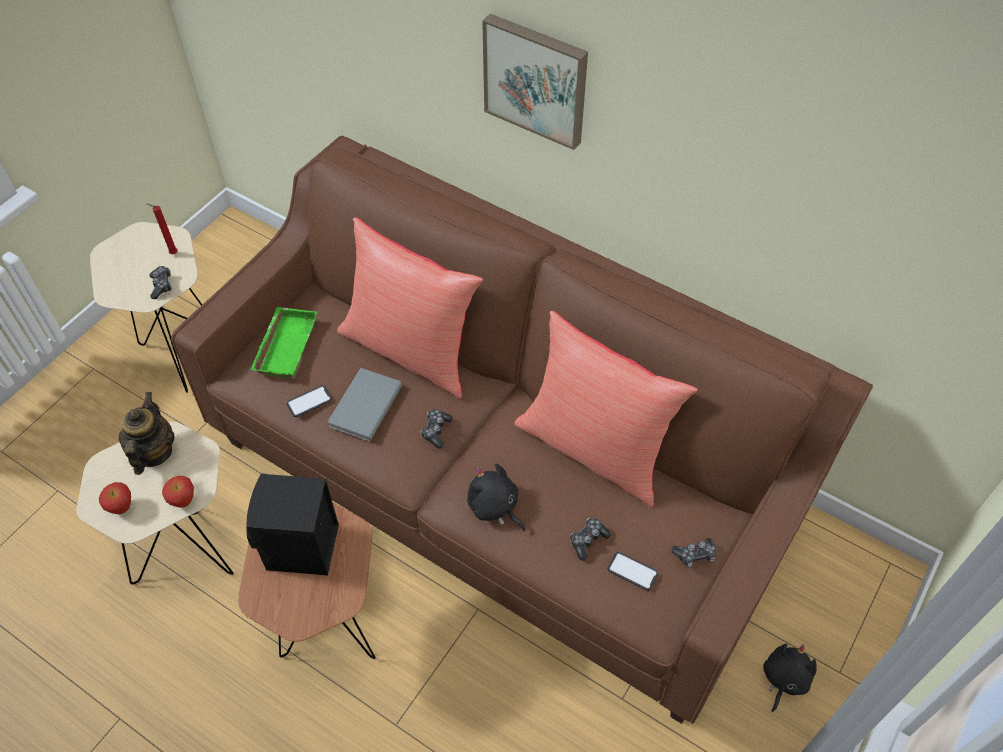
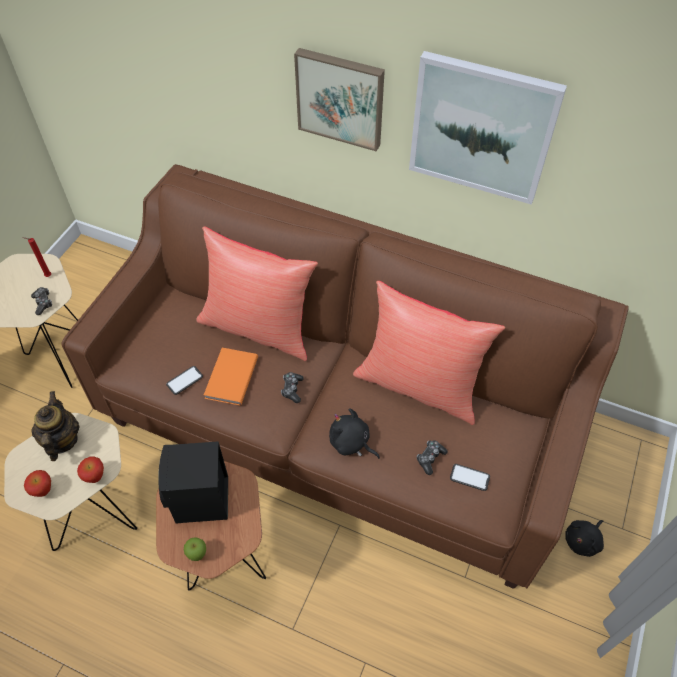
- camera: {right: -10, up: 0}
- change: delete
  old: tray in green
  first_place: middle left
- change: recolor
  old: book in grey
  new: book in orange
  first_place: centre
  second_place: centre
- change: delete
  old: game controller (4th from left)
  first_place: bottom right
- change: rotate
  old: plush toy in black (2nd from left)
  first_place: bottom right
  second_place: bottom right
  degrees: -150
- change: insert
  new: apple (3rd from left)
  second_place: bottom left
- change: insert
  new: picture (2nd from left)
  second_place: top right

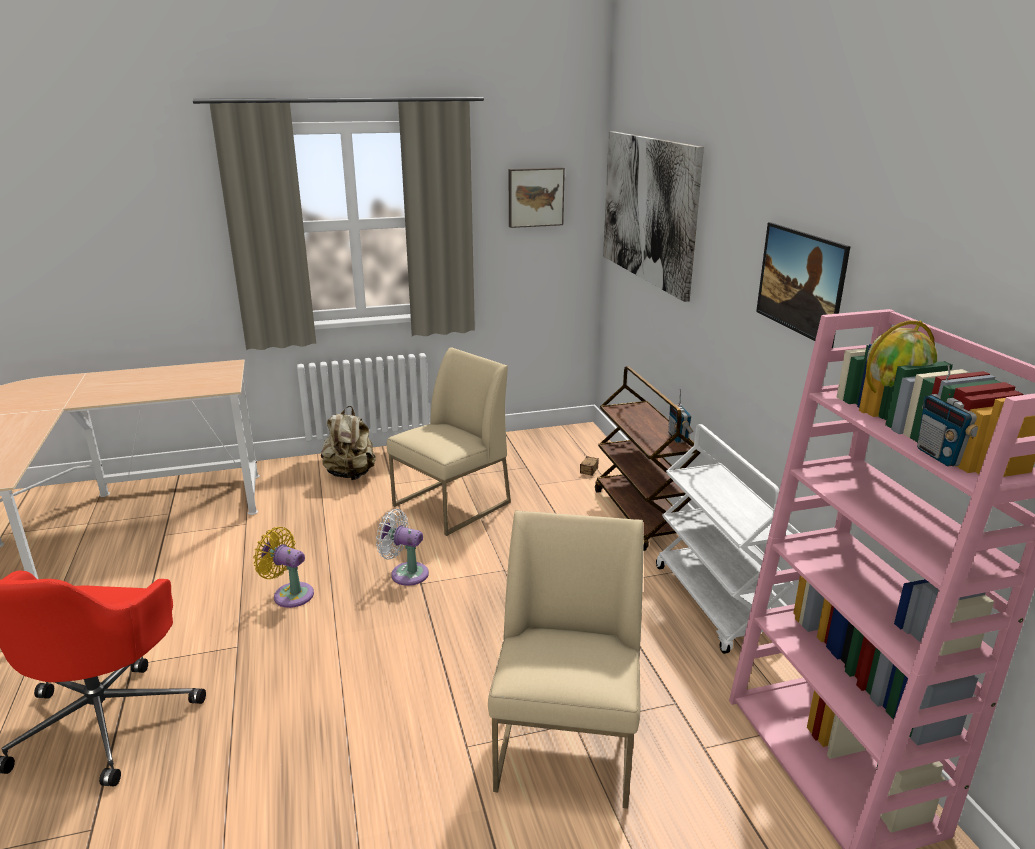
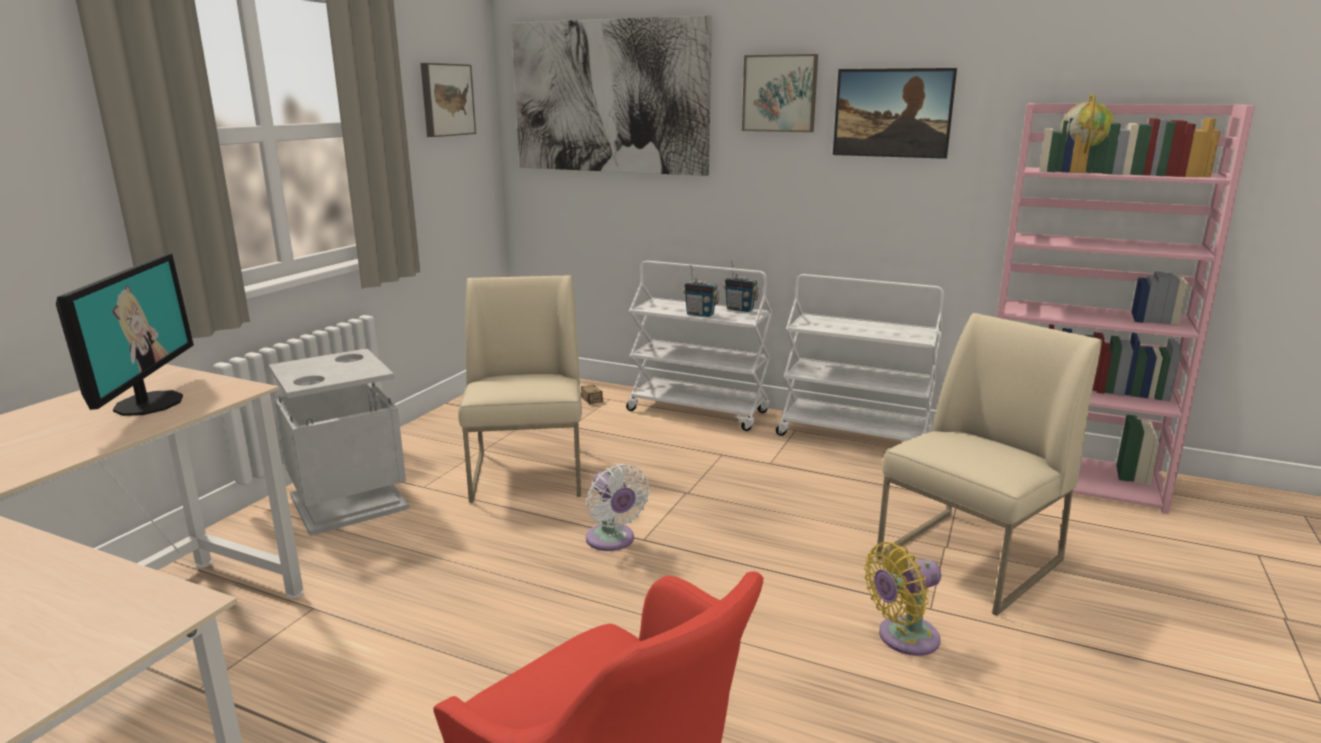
- camera: {right: -50, up: -5}
- change: move
  old: fan in yellow
  first_place: bottom left
  second_place: bottom right
- change: replace
  old: backpack in beige
  new: trash can in grey
  first_place: centre
  second_place: middle left
- change: rotate
  old: fan in white
  first_place: centre
  second_place: bottom centre
  degrees: -90
- change: rotate
  old: chair in beige (2nd from left)
  first_place: bottom centre
  second_place: middle right
  degrees: 90
- change: recolor
  old: cart in brown
  new: cart in white (1st from left)
  first_place: centre
  second_place: centre
- change: move
  old: radio (2nd from left in the first image)
  new: radio (1st from left)
  first_place: middle right
  second_place: centre
- change: insert
  new: monitor
  second_place: middle left
- change: insert
  new: picture (3rd from left)
  second_place: top centre

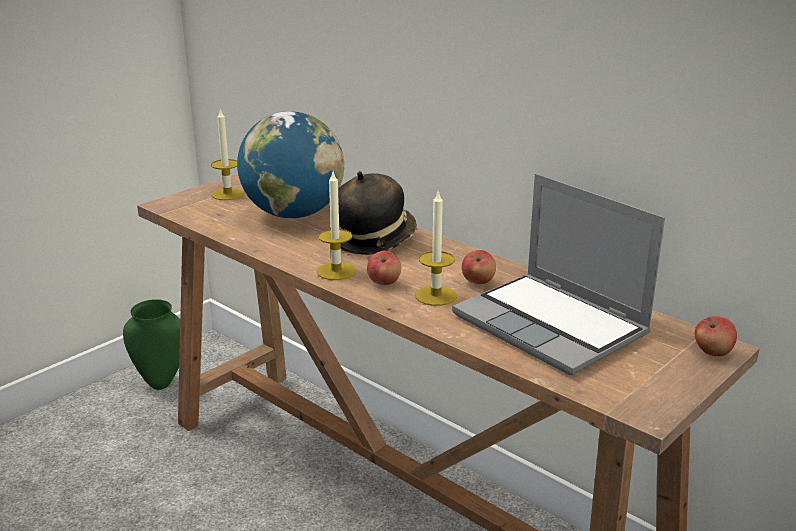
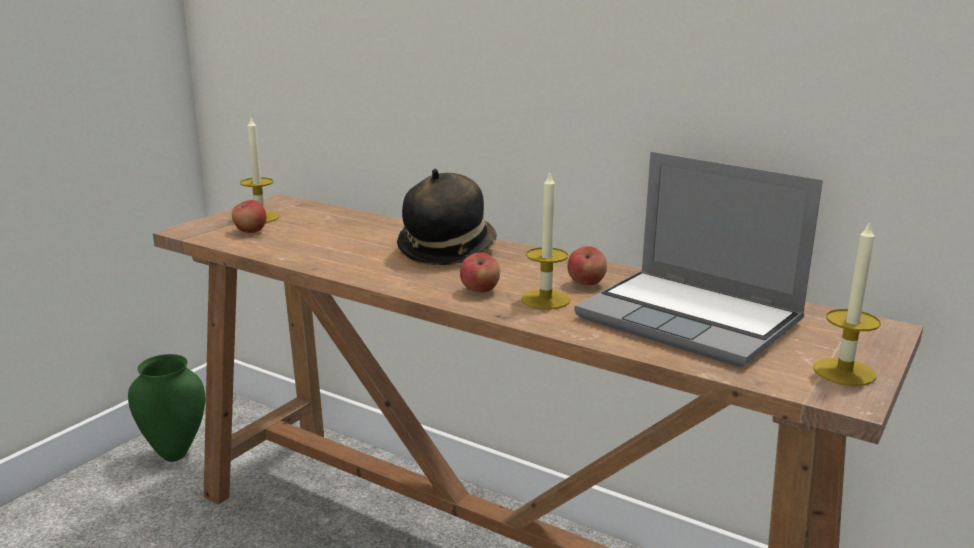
- camera: {right: -10, up: -5}
- change: delete
  old: globe
  first_place: top centre
- change: move
  old: candle (2nd from left in the first image)
  new: candle (3rd from left)
  first_place: centre
  second_place: middle right
- change: move
  old: apple (3rd from left in the first image)
  new: apple (1st from left)
  first_place: middle right
  second_place: middle left

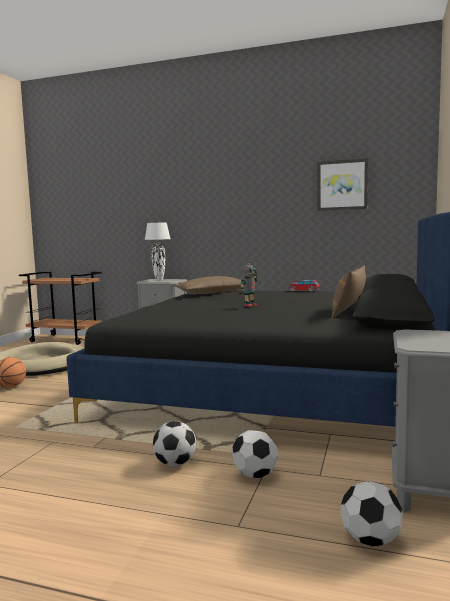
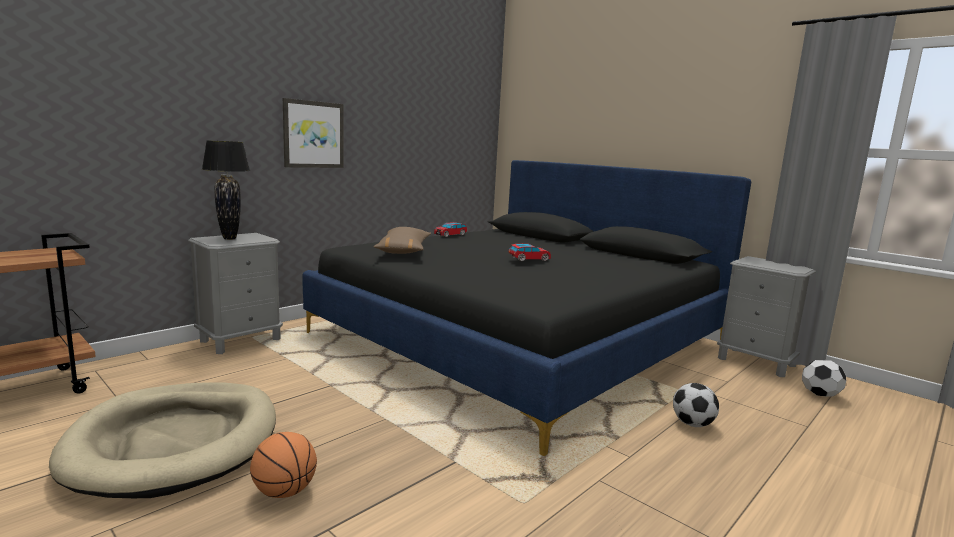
- camera: {right: -65, up: 5}
- change: recolor
  old: table lamp in white
  new: table lamp in black
  first_place: centre
  second_place: middle left
- change: delete
  old: football (2nd from left)
  first_place: bottom centre
- change: replace
  old: toy robot
  new: toy car (2nd from left)
  first_place: centre
  second_place: centre
- change: move
  old: picture
  first_place: top right
  second_place: top left
- change: delete
  old: pillow in brown (2nd from left)
  first_place: middle right

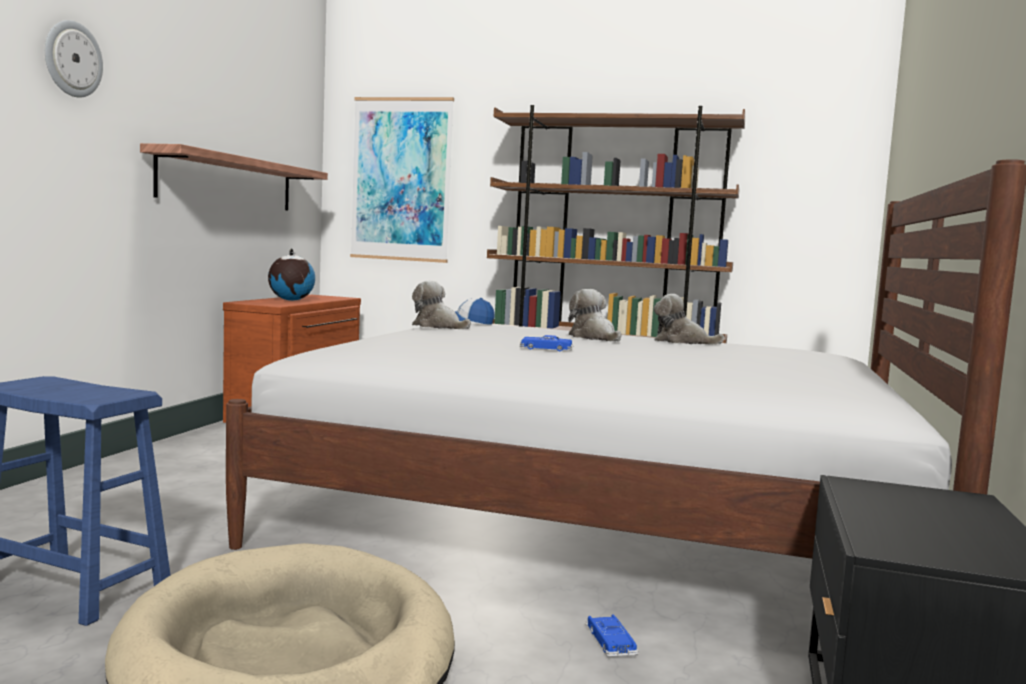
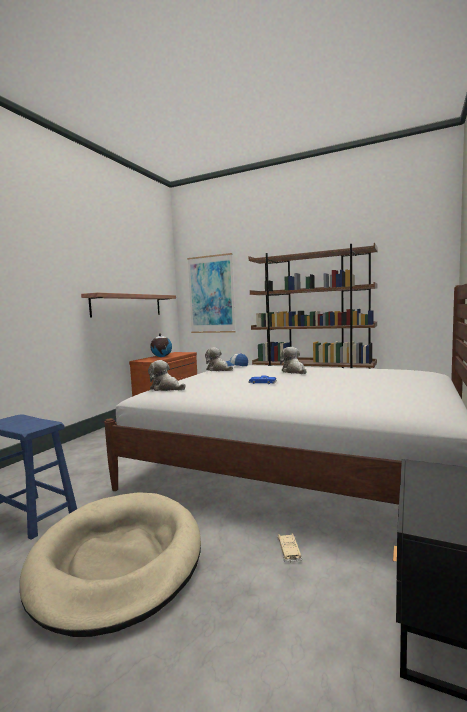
- camera: {right: 10, up: 0}
- change: delete
  old: wall clock
  first_place: top left
- change: recolor
  old: toy car in blue (2nd from left)
  new: toy car in beige
  first_place: bottom centre
  second_place: bottom centre
- change: move
  old: plush toy (3rd from left in the first image)
  new: plush toy (1st from left)
  first_place: middle right
  second_place: centre

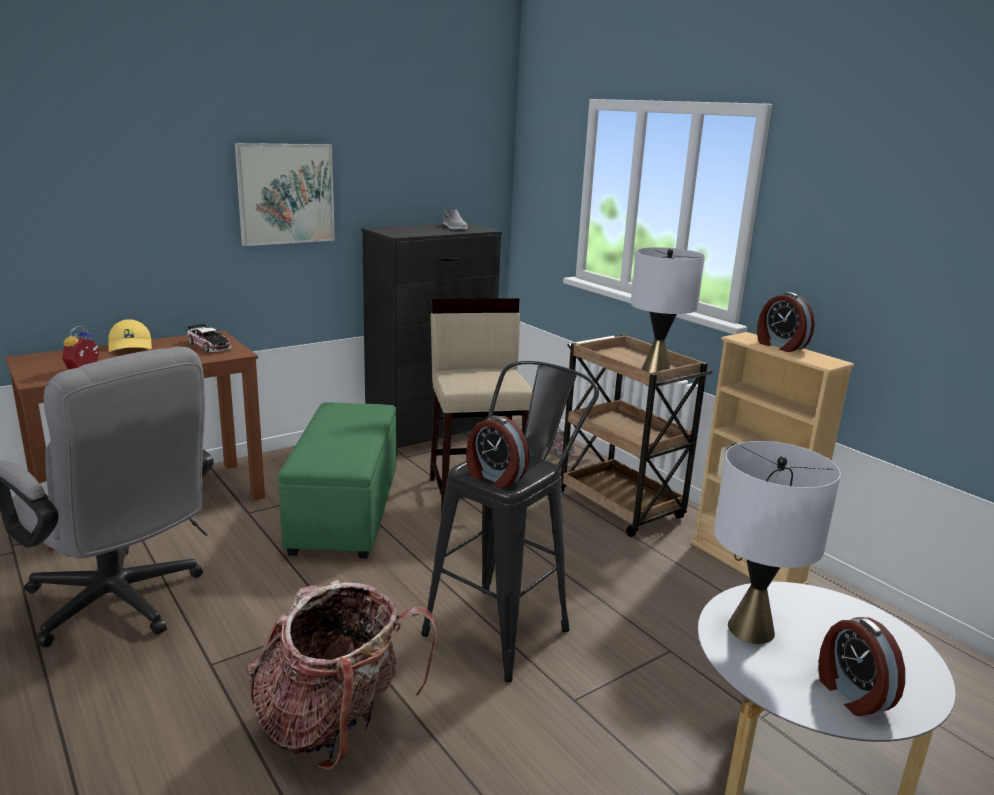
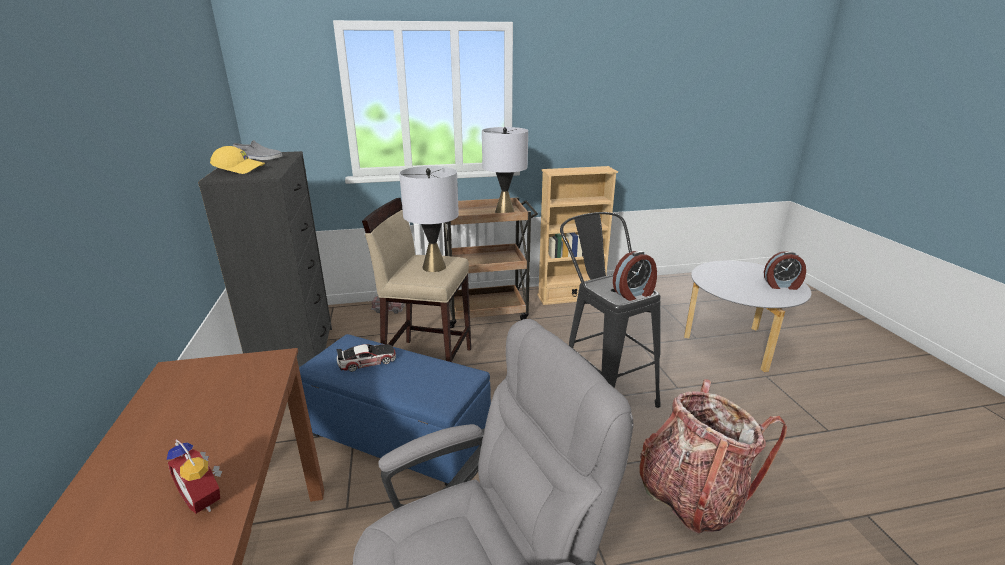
- camera: {right: -65, up: 5}
- change: move
  old: cap in yellow
  first_place: middle left
  second_place: top left
- change: move
  old: toy car
  first_place: middle left
  second_place: centre
- change: delete
  old: picture
  first_place: top left
- change: recolor
  old: ottoman in green
  new: ottoman in blue
  first_place: centre
  second_place: bottom centre
- change: move
  old: table lamp in grey (2nd from left in the first image)
  new: table lamp in grey (1st from left)
  first_place: bottom right
  second_place: centre
- change: delete
  old: alarm clock (3rd from left)
  first_place: middle right

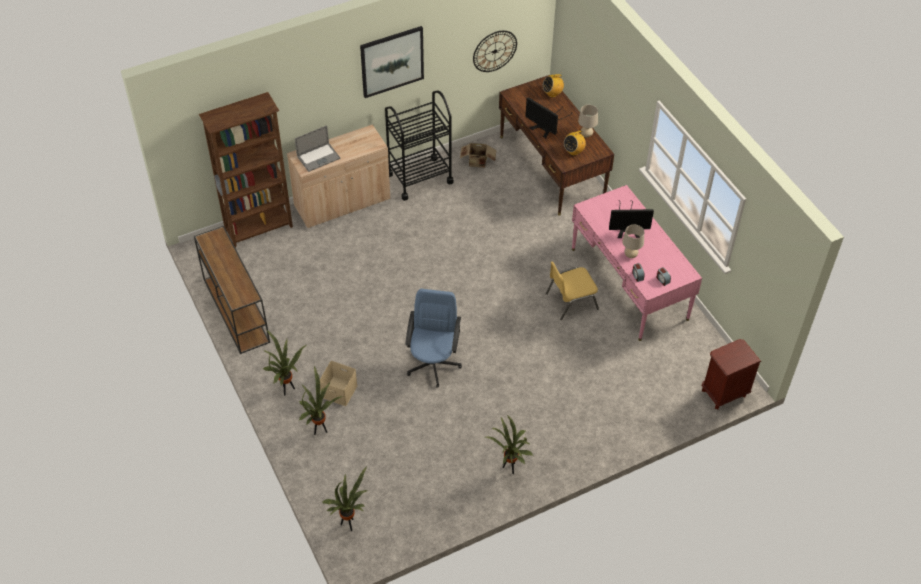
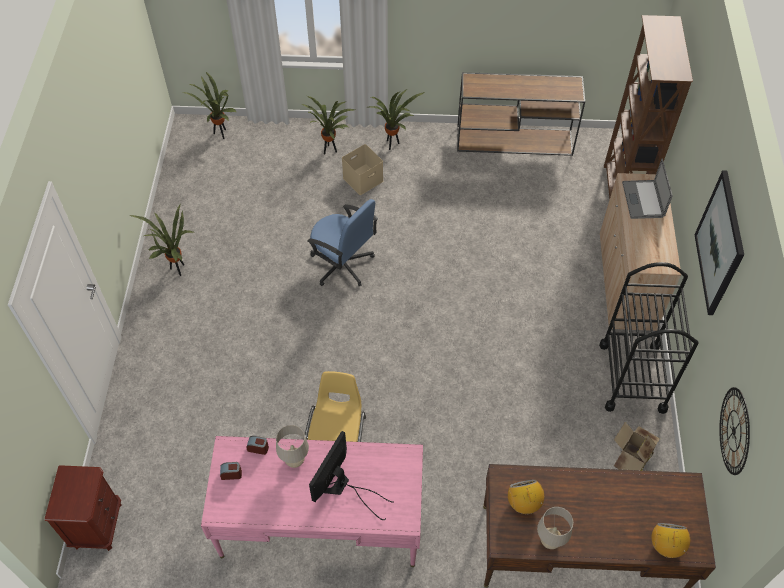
- camera: {right: 120, up: 5}
- change: delete
  old: monitor (1st from left)
  first_place: top centre

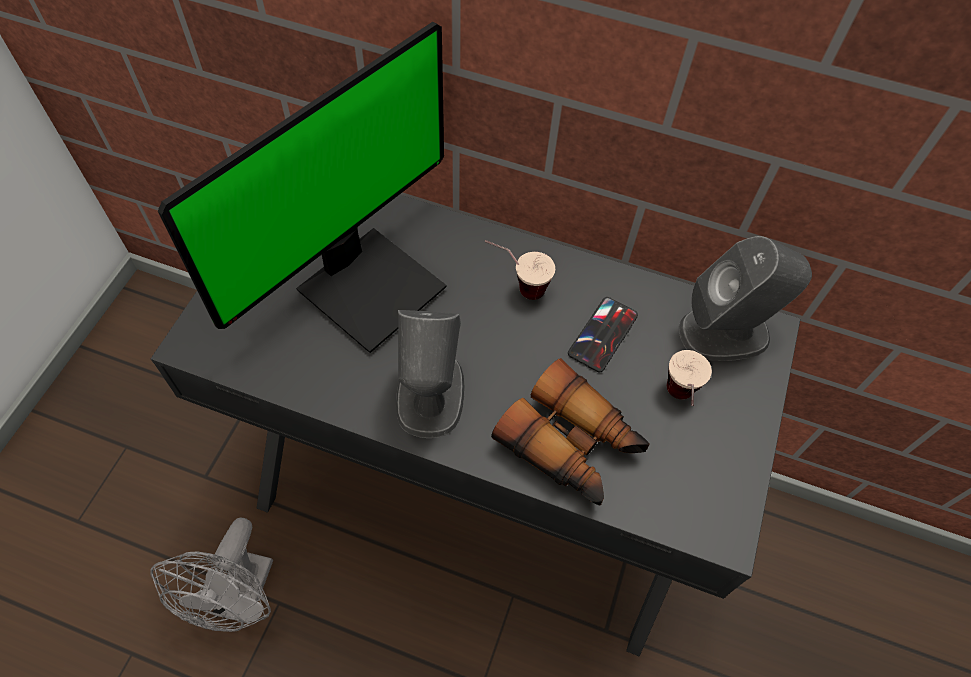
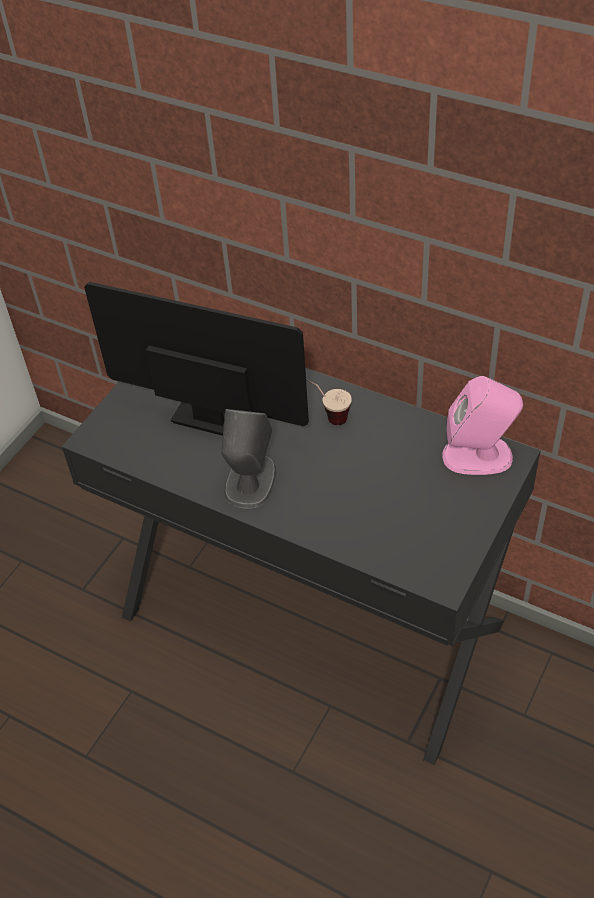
- camera: {right: 15, up: -10}
- change: delete
  old: fan in grey
  first_place: bottom left
- change: rotate
  old: monitor
  first_place: top left
  second_place: middle left
  degrees: -120
- change: delete
  old: binoculars
  first_place: centre
- change: delete
  old: phone
  first_place: centre
- change: delete
  old: cup (2nd from left)
  first_place: middle right
- change: recolor
  old: speaker in grey (2nd from left)
  new: speaker in pink
  first_place: middle right
  second_place: middle right

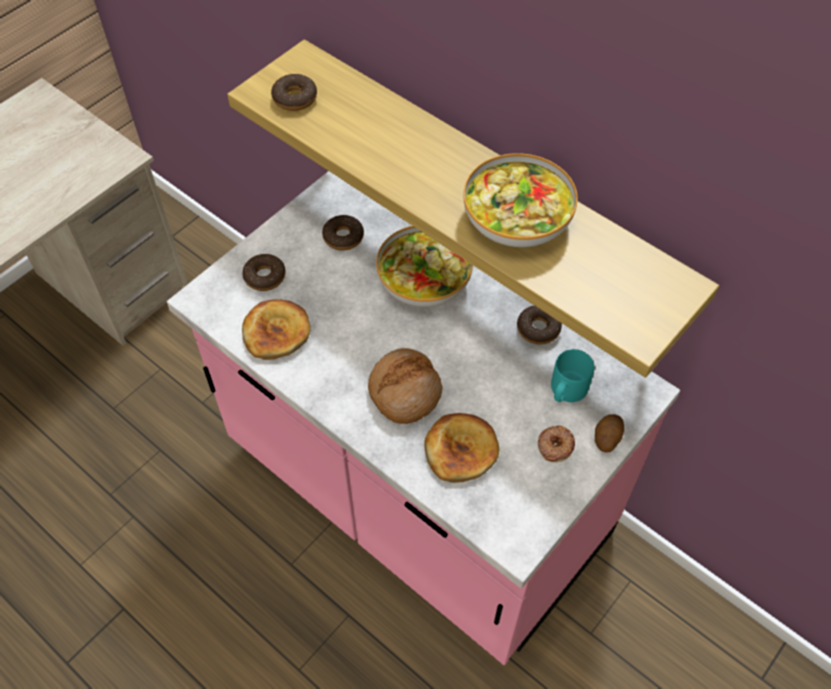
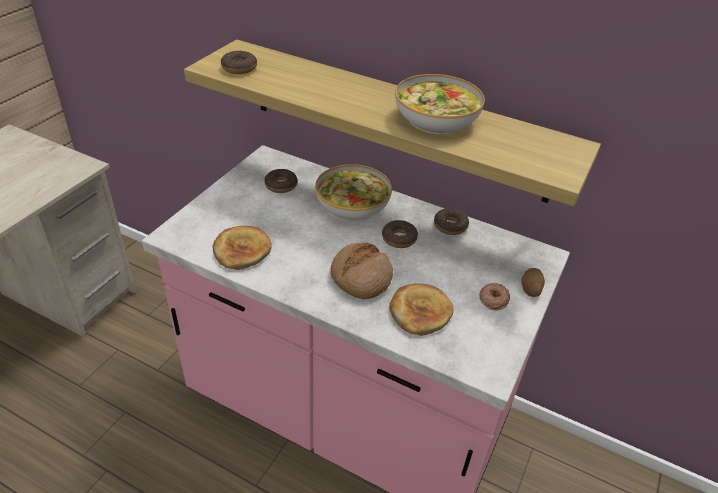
- camera: {right: -15, up: -15}
- change: move
  old: donut (1st from left in the first image)
  new: donut (3rd from left)
  first_place: middle left
  second_place: centre
- change: delete
  old: mug in turquoise
  first_place: middle right

